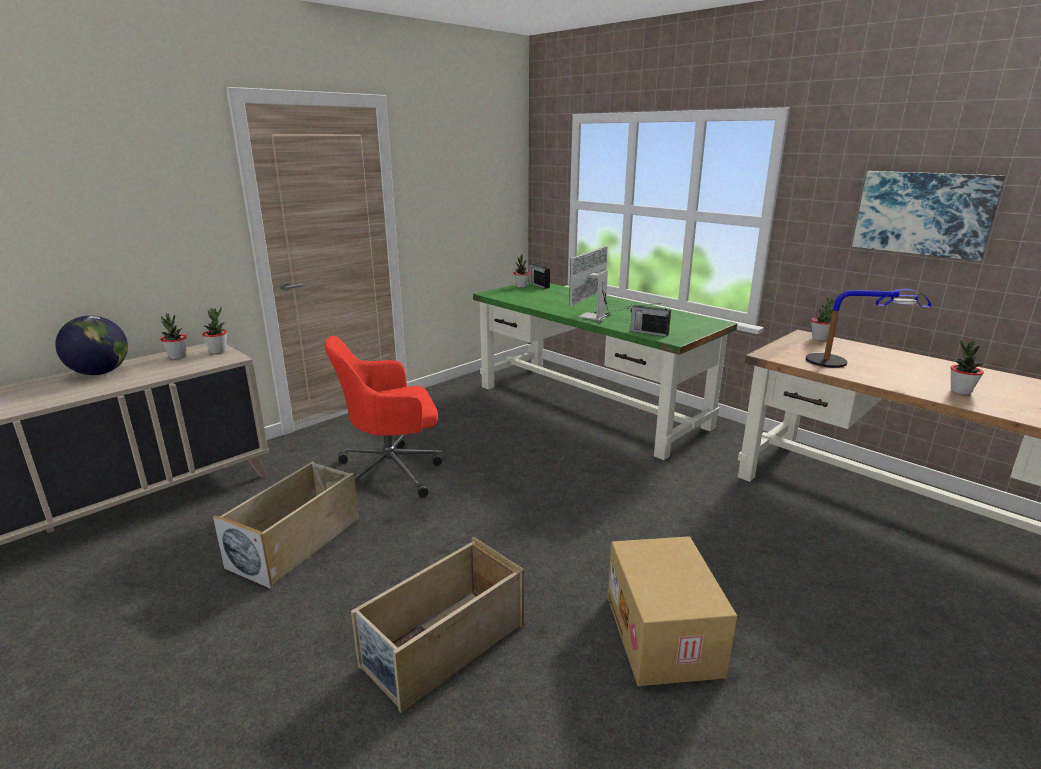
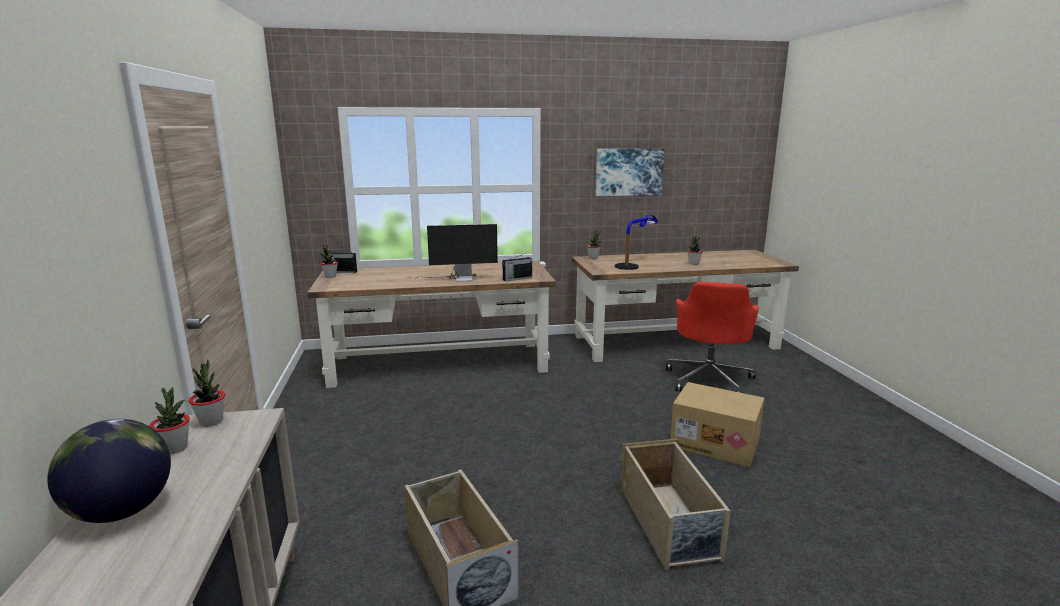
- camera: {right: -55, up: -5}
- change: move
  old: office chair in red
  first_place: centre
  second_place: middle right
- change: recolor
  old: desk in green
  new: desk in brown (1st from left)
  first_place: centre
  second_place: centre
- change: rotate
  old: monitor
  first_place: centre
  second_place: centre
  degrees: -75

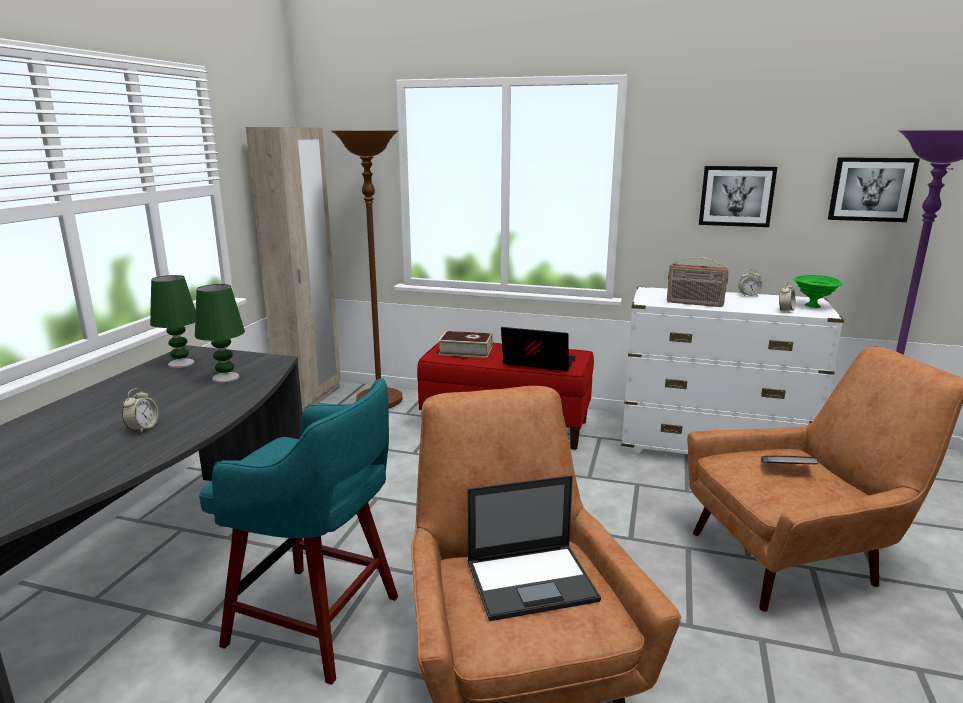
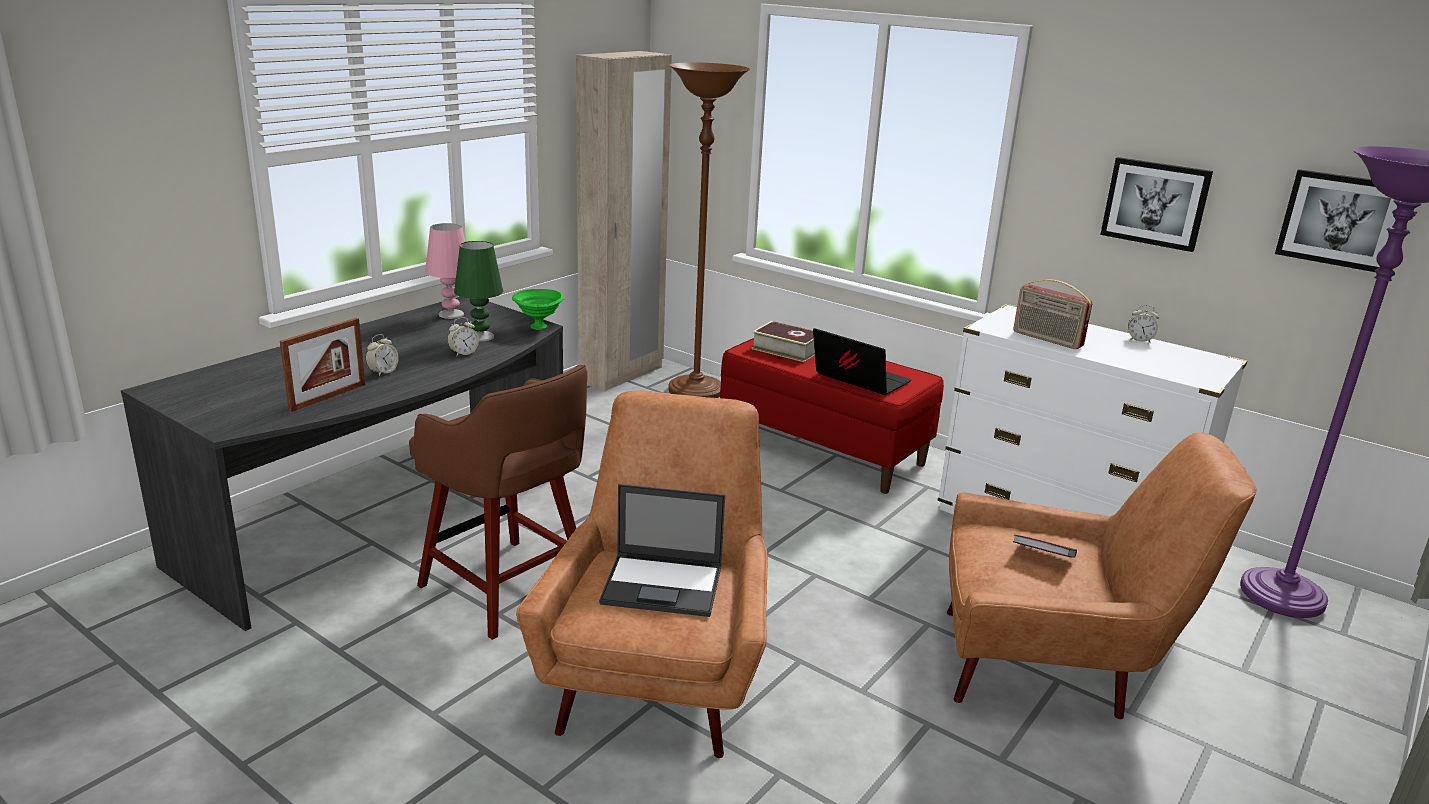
- camera: {right: 20, up: 5}
- change: recolor
  old: table lamp in green (1st from left)
  new: table lamp in pink
  first_place: middle left
  second_place: middle left
- change: recolor
  old: stool in turquoise
  new: stool in brown
  first_place: bottom left
  second_place: centre
- change: move
  old: alarm clock (3rd from left in the first image)
  new: alarm clock (2nd from left)
  first_place: middle right
  second_place: middle left
- change: move
  old: bowl in green
  first_place: middle right
  second_place: centre
- change: insert
  new: picture frame
  second_place: middle left

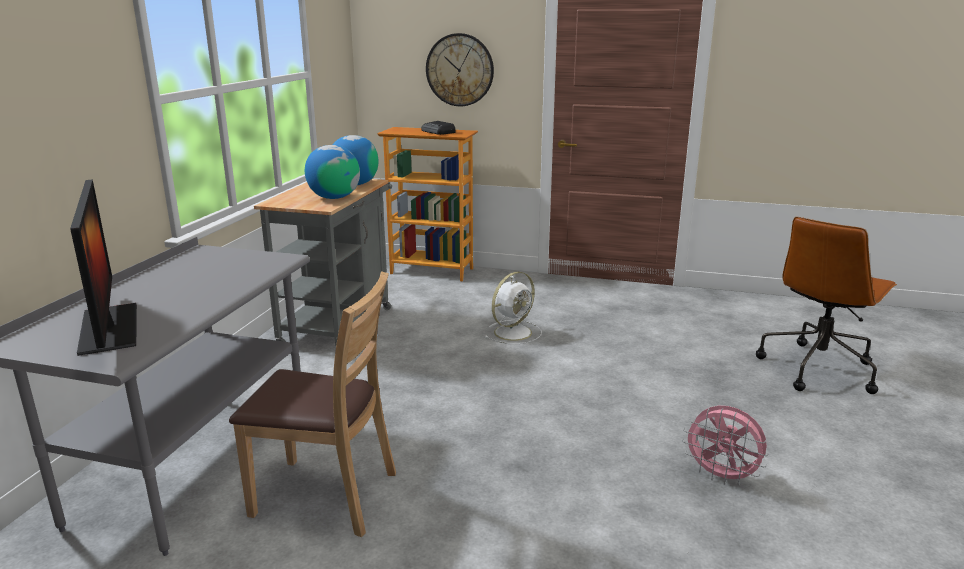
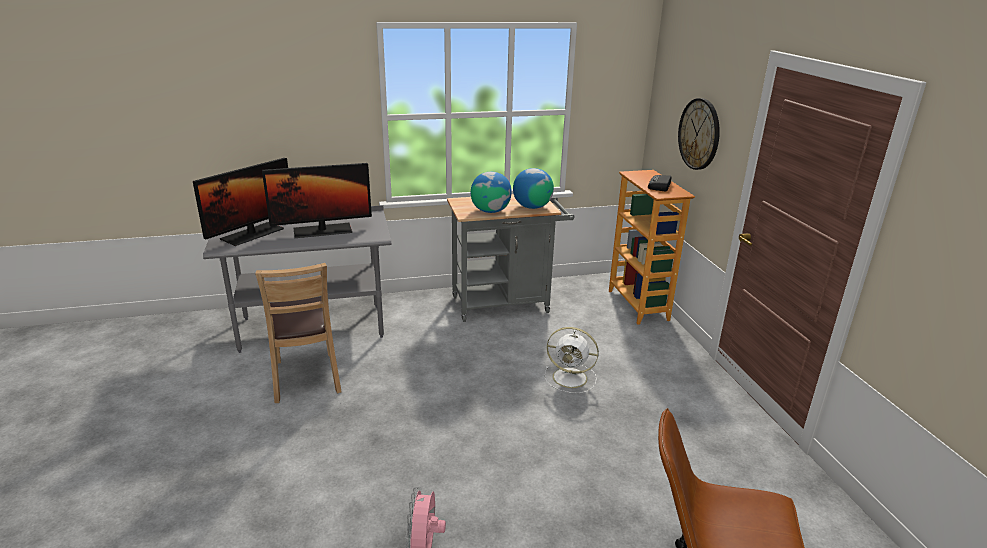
- camera: {right: 60, up: 5}
- change: insert
  new: monitor (2nd from left)
  second_place: middle left

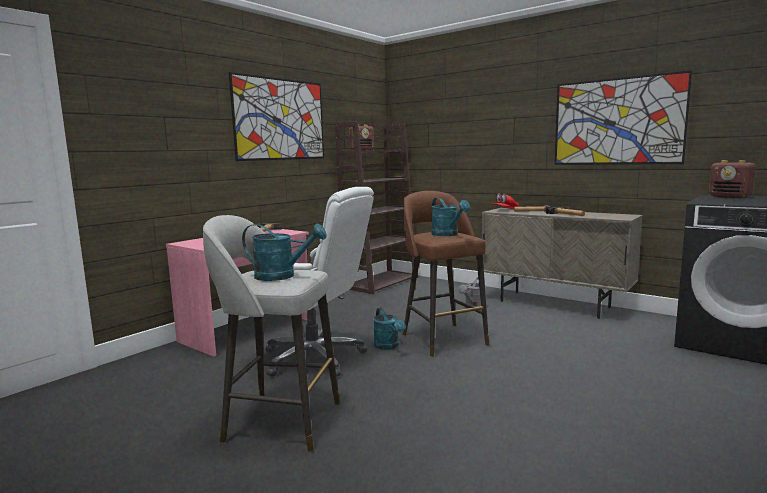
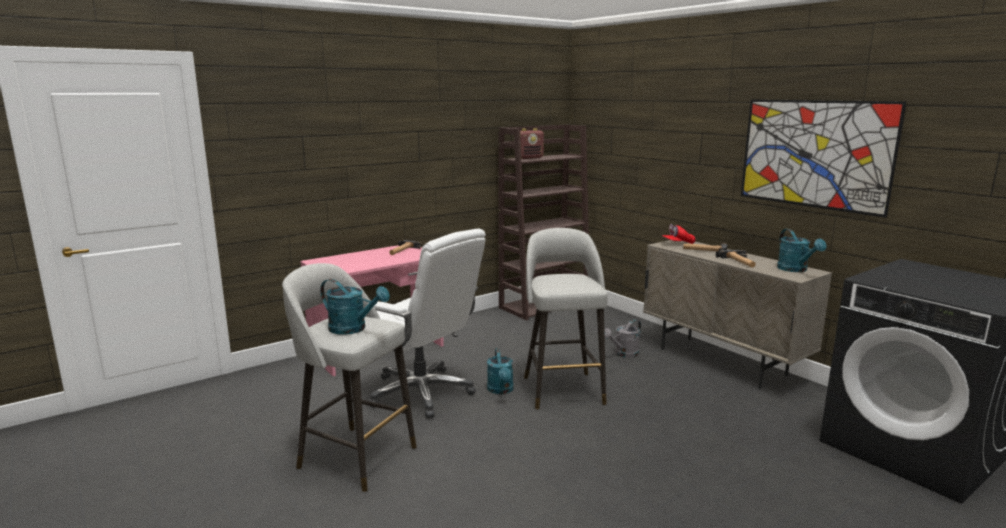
- camera: {right: 15, up: 5}
- change: delete
  old: picture (1st from left)
  first_place: top centre
- change: recolor
  old: stool in brown
  new: stool in grey (2nd from left)
  first_place: centre
  second_place: centre
- change: move
  old: watering can in turquoise (3rd from left)
  first_place: centre
  second_place: middle right
- change: delete
  old: radio (2nd from left)
  first_place: middle right

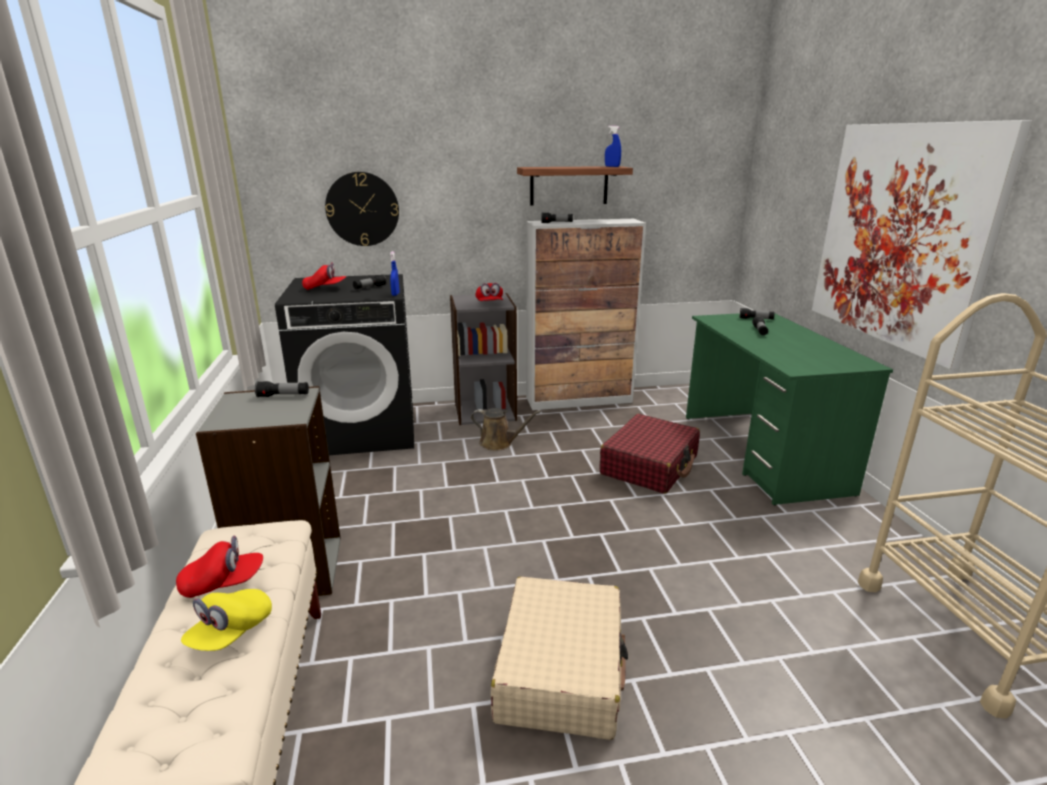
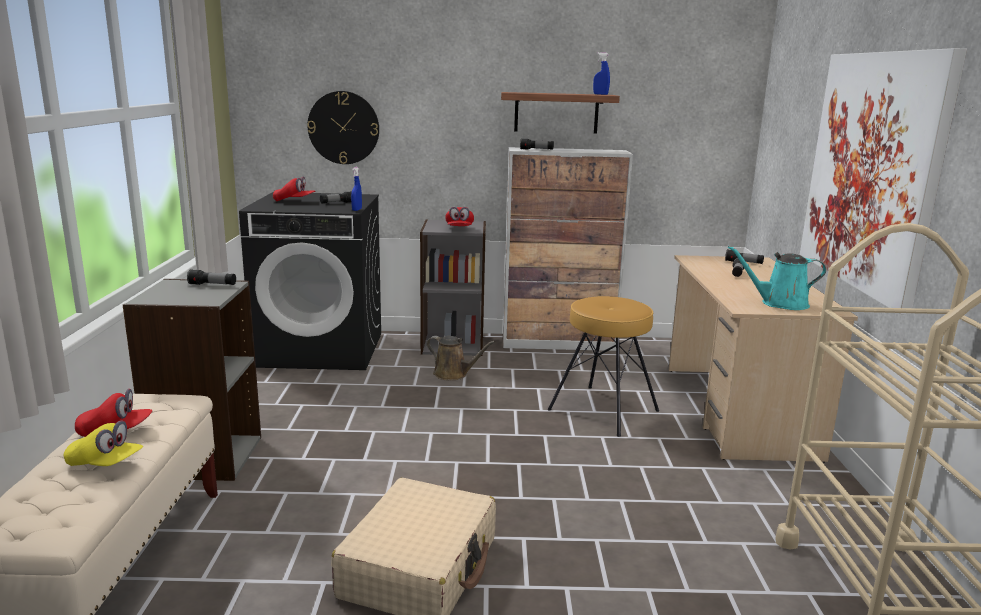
- camera: {right: 10, up: -5}
- change: rotate
  old: cap in yellow
  first_place: bottom left
  second_place: bottom left
  degrees: -105
- change: replace
  old: suitcase in red
  new: stool in brown
  first_place: centre
  second_place: centre
- change: recolor
  old: desk in green
  new: desk in beige
  first_place: middle right
  second_place: middle right
- change: insert
  new: watering can in turquoise
  second_place: middle right

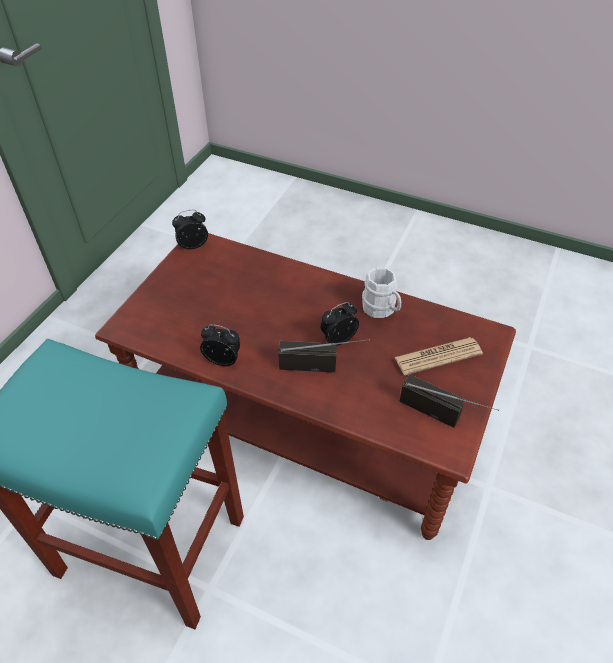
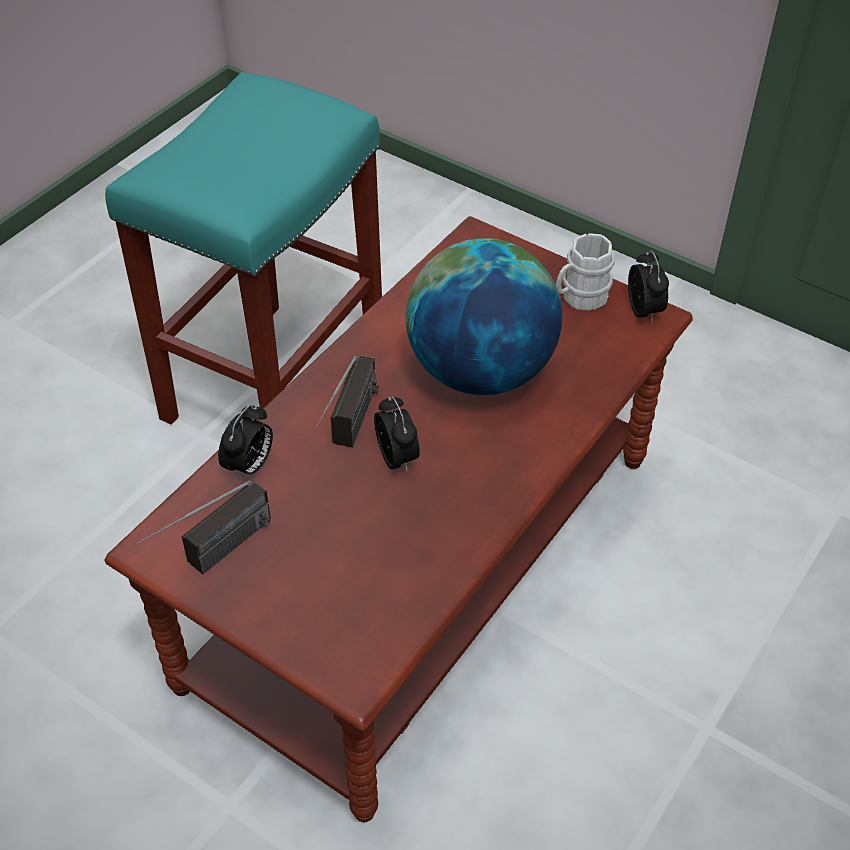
- camera: {right: 100, up: 0}
- change: move
  old: alarm clock (2nd from left in the first image)
  new: alarm clock (1st from left)
  first_place: centre
  second_place: middle left
- change: move
  old: mug in white
  first_place: centre
  second_place: top right
- change: delete
  old: newspaper
  first_place: middle right
- change: insert
  new: globe
  second_place: centre

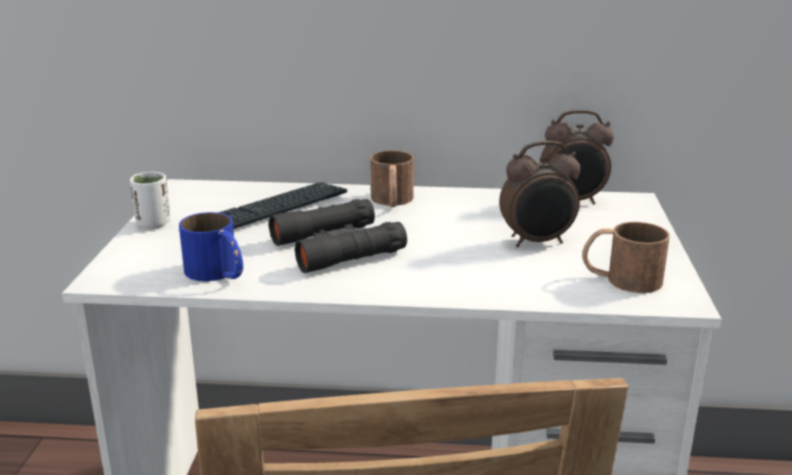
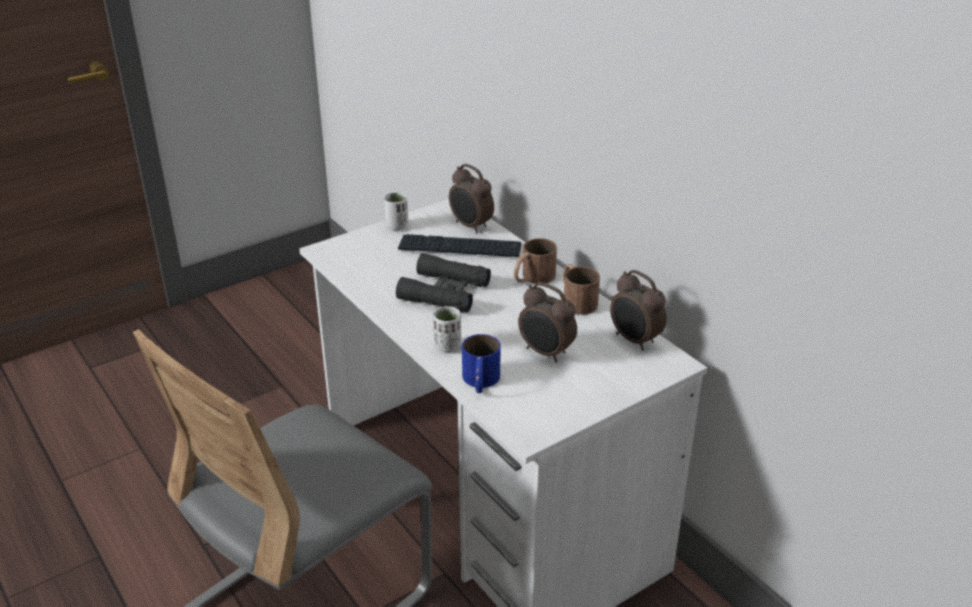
- camera: {right: 50, up: 10}
- change: move
  old: mug in blue
  first_place: middle left
  second_place: centre
- change: move
  old: mug in brown (2nd from left)
  first_place: middle right
  second_place: centre
- change: insert
  new: cup in white (2nd from left)
  second_place: centre
- change: insert
  new: alarm clock (1st from left)
  second_place: top centre

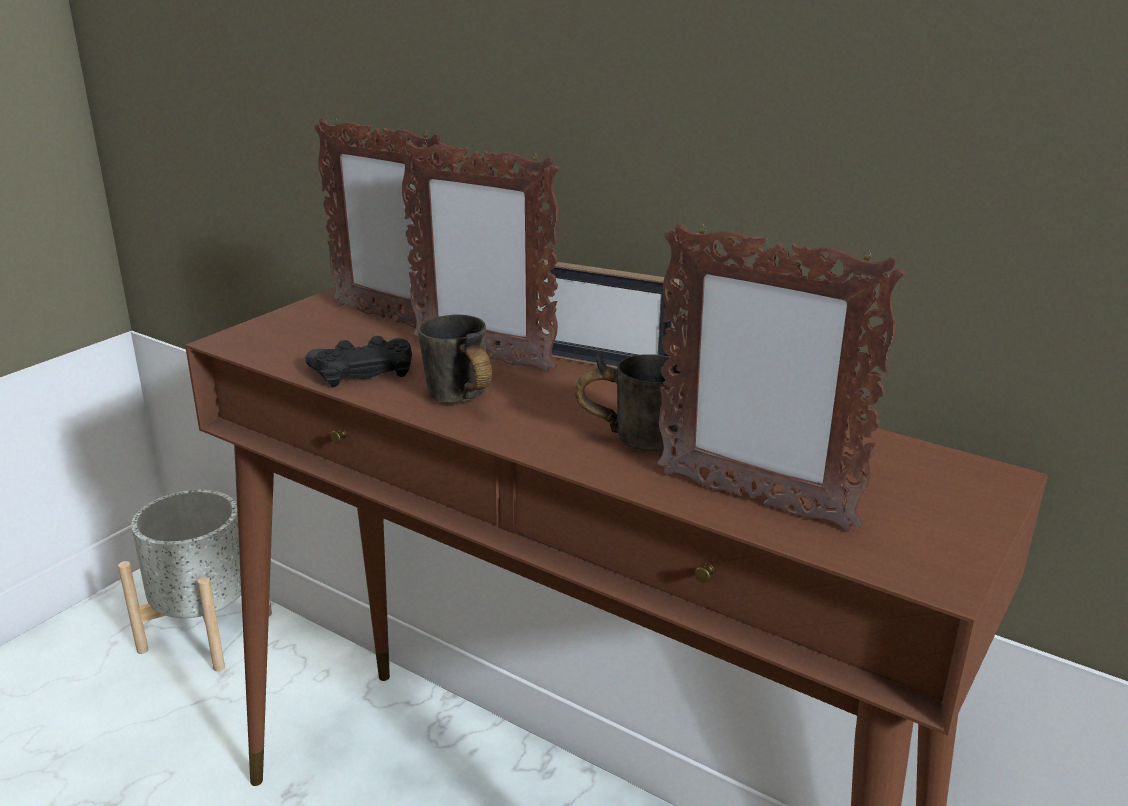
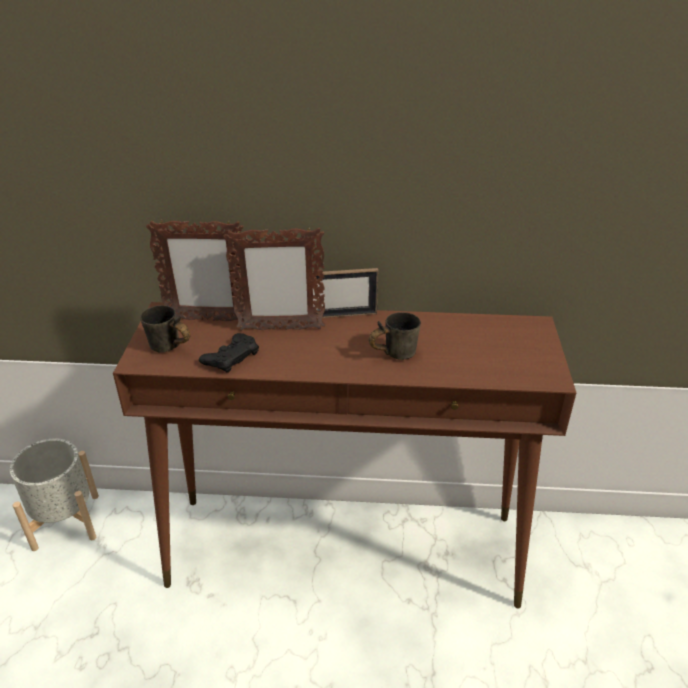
- camera: {right: -30, up: 10}
- change: move
  old: mug in grey (1st from left)
  first_place: centre
  second_place: middle left
- change: delete
  old: picture frame (4th from left)
  first_place: middle right

